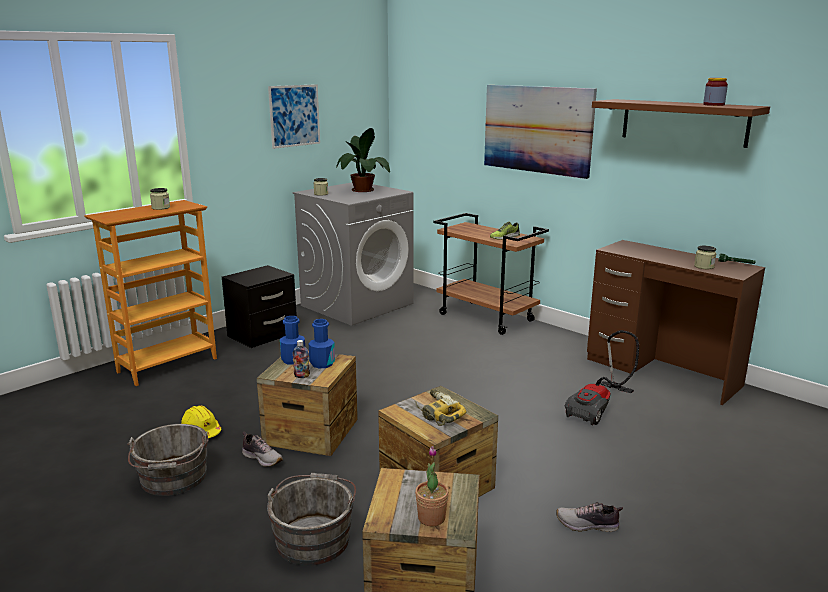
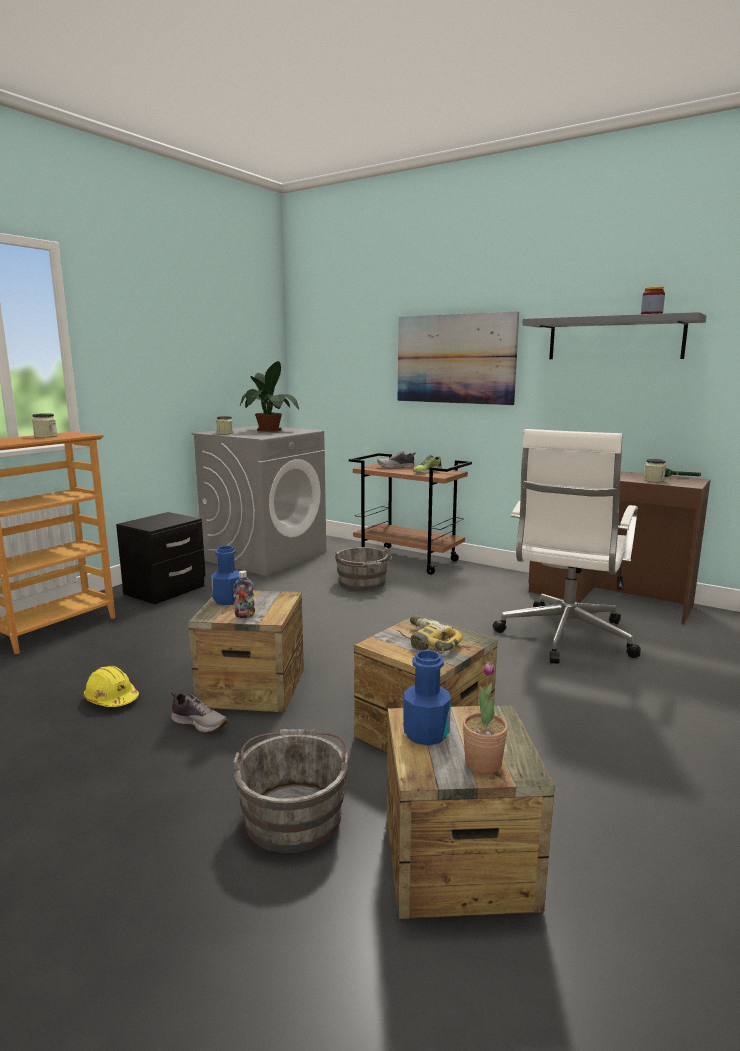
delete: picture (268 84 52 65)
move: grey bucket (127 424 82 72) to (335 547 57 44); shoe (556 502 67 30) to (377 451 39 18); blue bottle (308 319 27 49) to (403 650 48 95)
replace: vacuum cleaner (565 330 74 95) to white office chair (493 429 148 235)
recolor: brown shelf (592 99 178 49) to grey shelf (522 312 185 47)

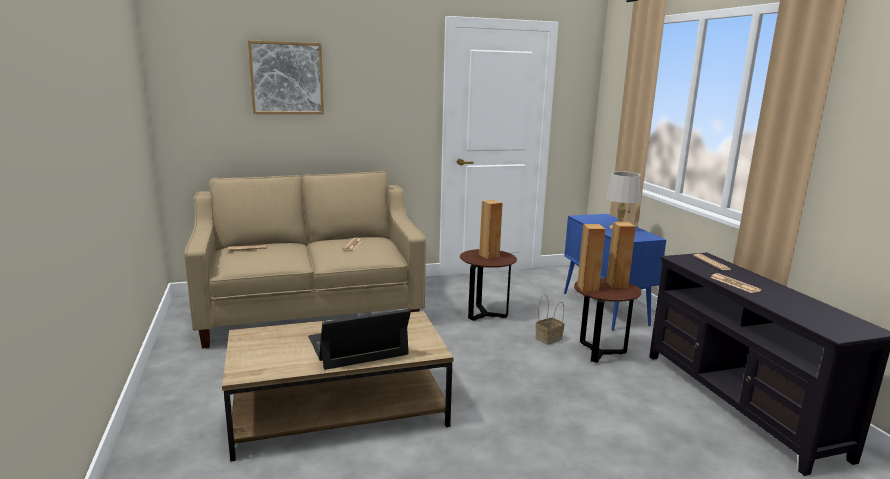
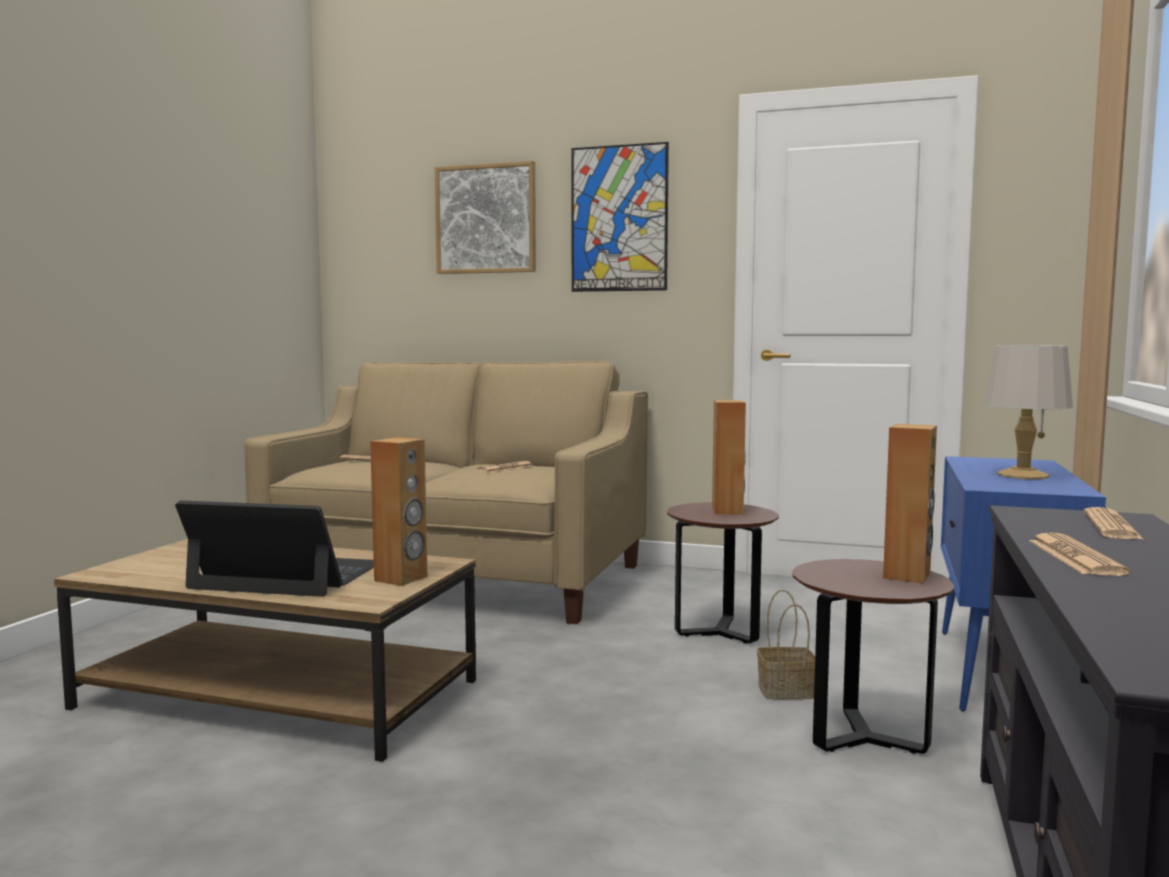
insert: picture (571 142 98 150)
move: brown speaker (577 224 29 68) to (370 437 58 149)

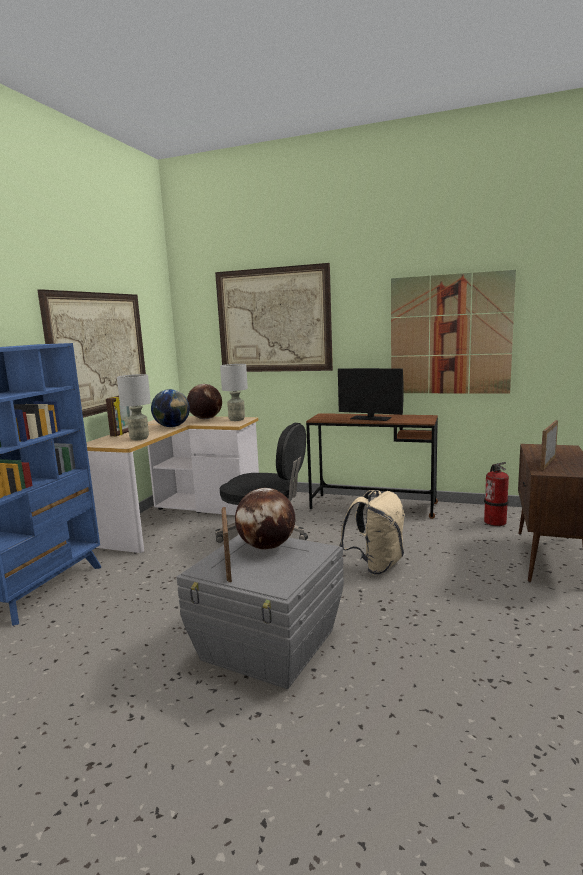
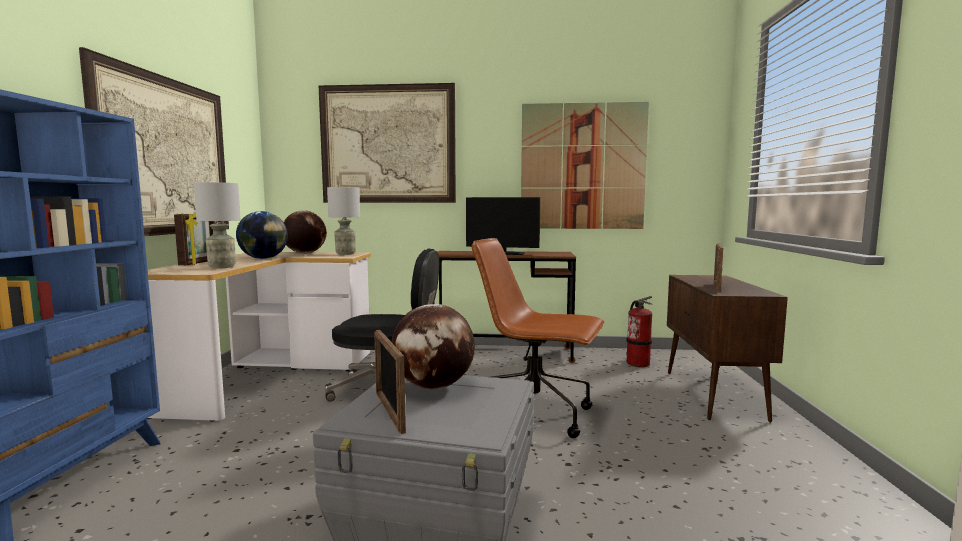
replace: beige backpack (339 490 66 85) to brown office chair (472 238 133 200)

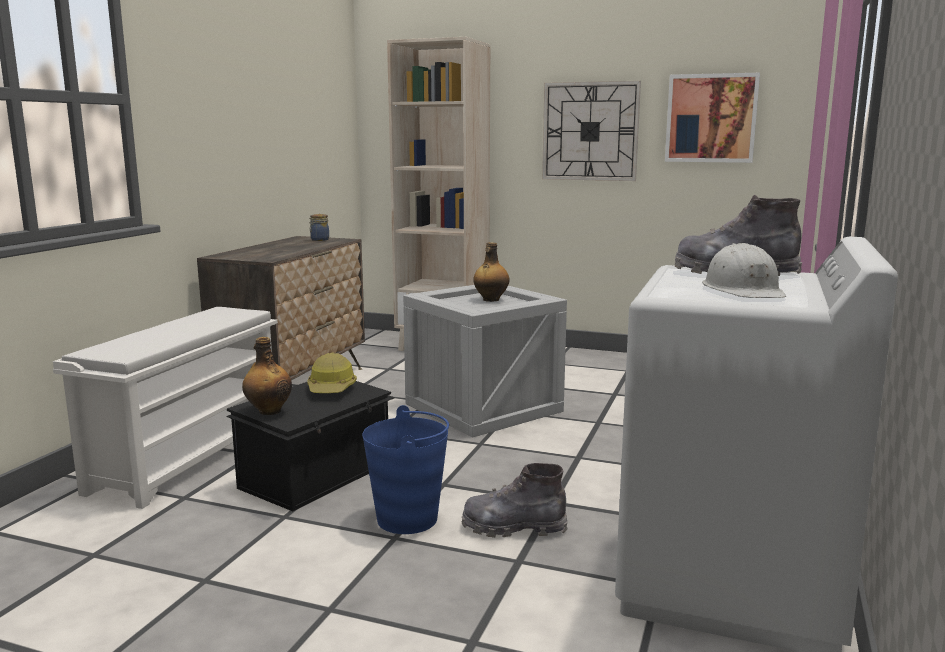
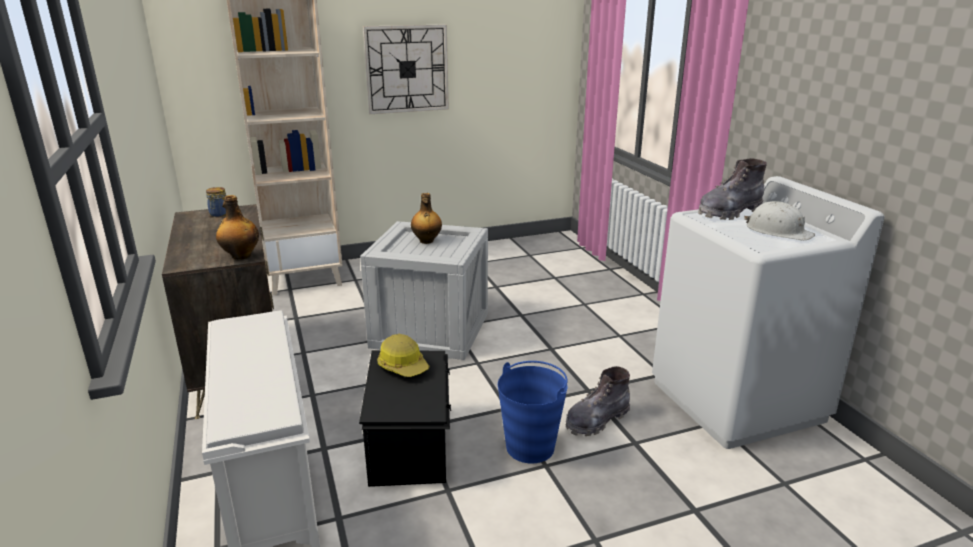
delete: picture (665 73 95 90)
move: bottle (242 337 50 78) to (216 195 43 65)

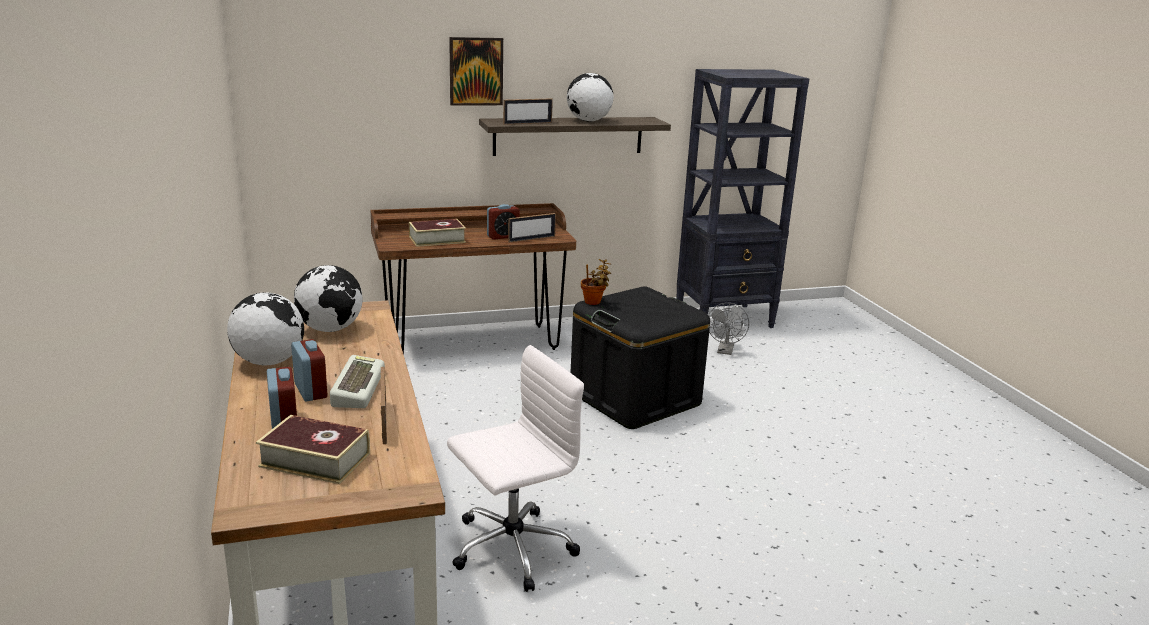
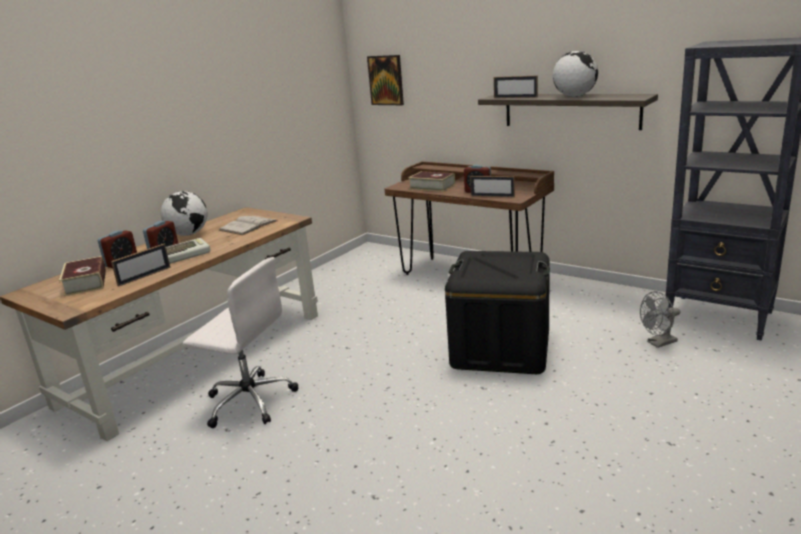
delete: potted plant (581 259 30 46)
move: picture (449 37 54 69) to (367 55 37 50)
replace: globe (294 265 69 67) to white book (218 216 59 19)

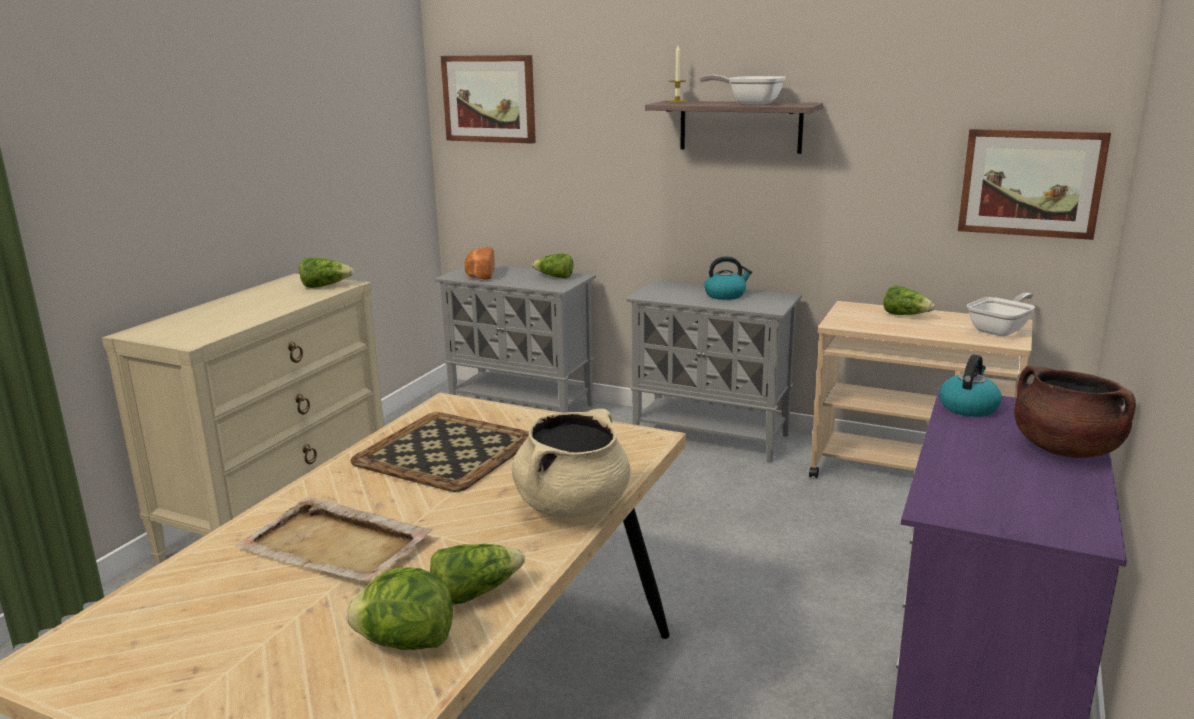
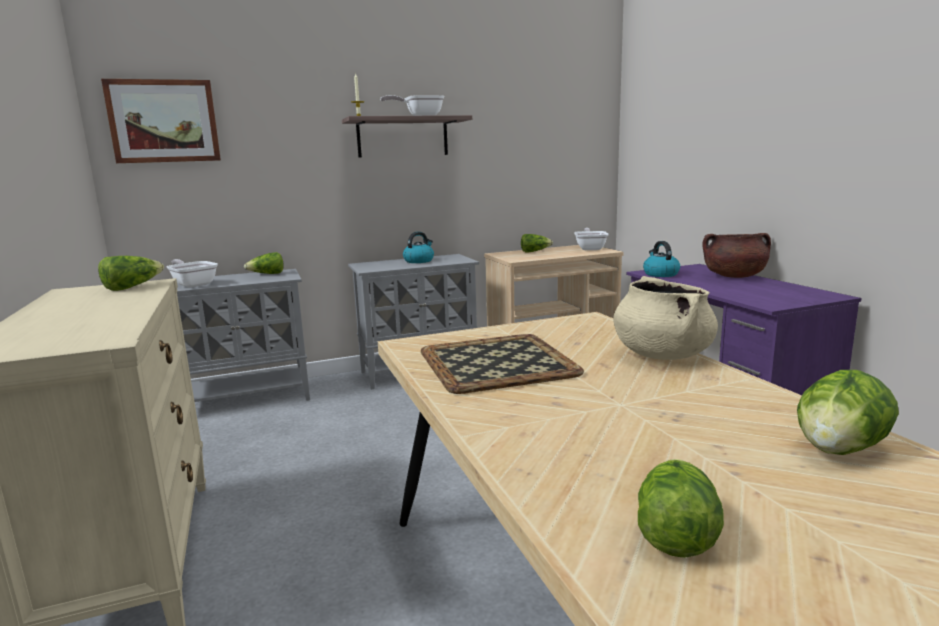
delete: beige tray (235 497 198 85); picture (958 129 153 111)
move: lettuce (430 544 95 61) to (638 459 86 99)
replace: bread (464 247 31 33) to frying pan (167 259 51 29)

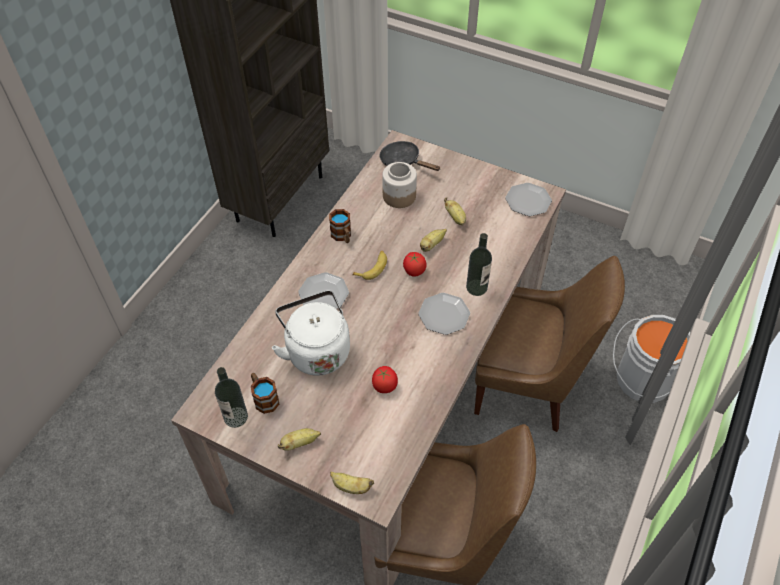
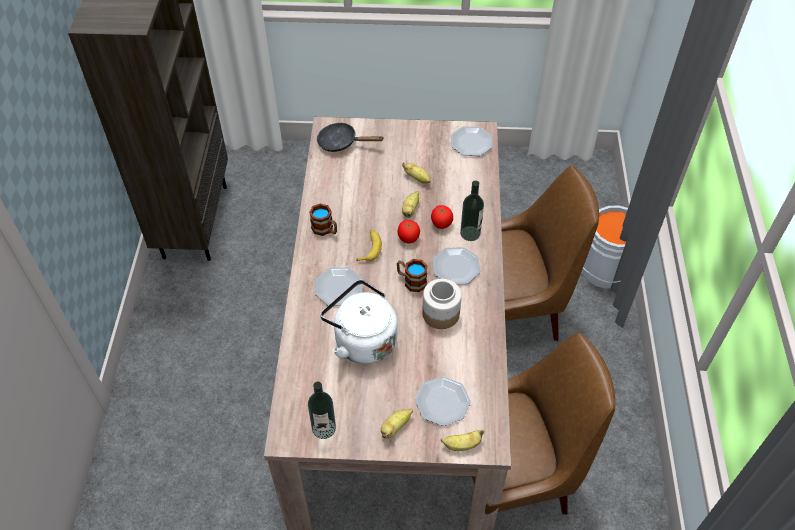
insert: plate (415 377 55 49)
move: mug (251 373 28 41) to (397 259 31 33); jar (382 162 35 46) to (422 279 40 50); tomato (372 366 26 27) to (431 205 22 24)

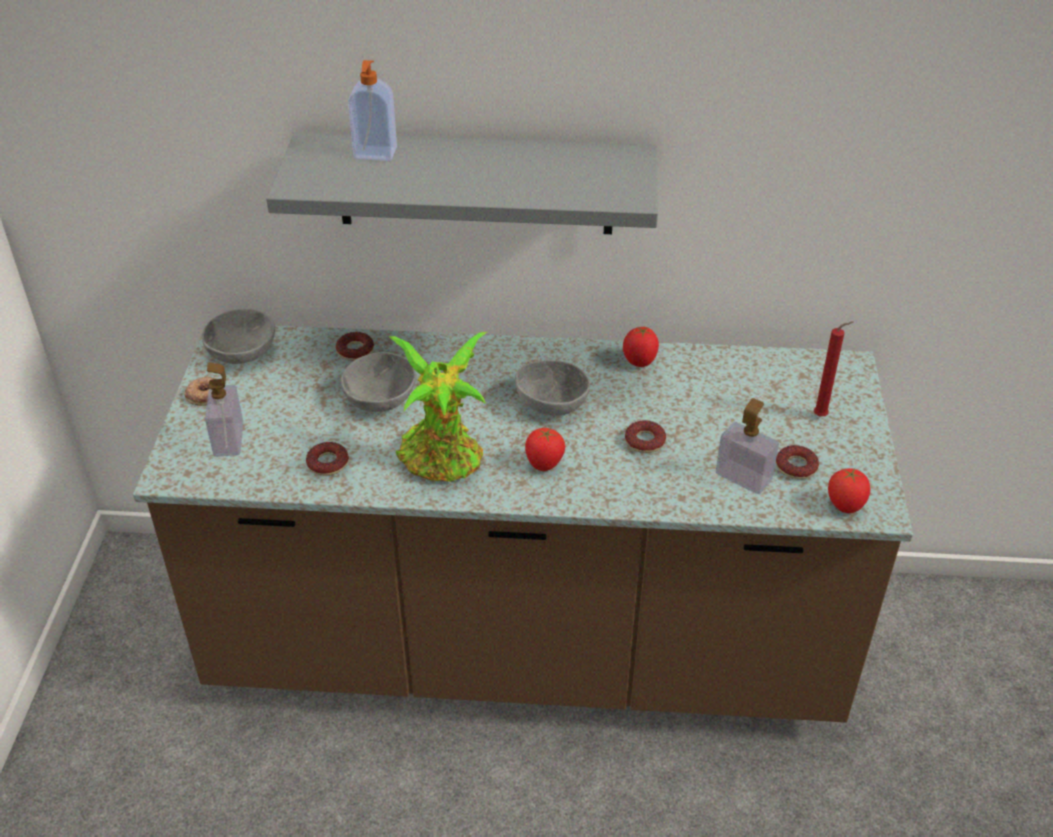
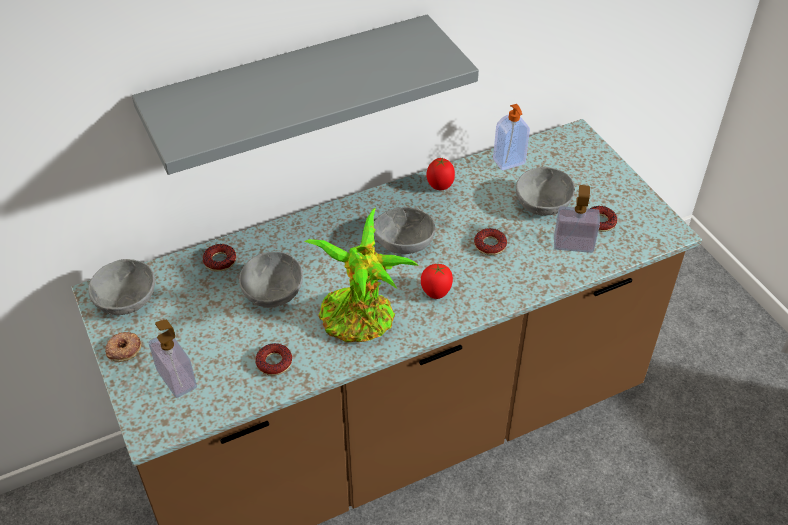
delete: red candle (814 321 39 96); tomato (828 468 42 45)
insert: grey bowl (516 167 59 48)
move: soap dispenser (348 60 49 101) to (493 104 37 66)

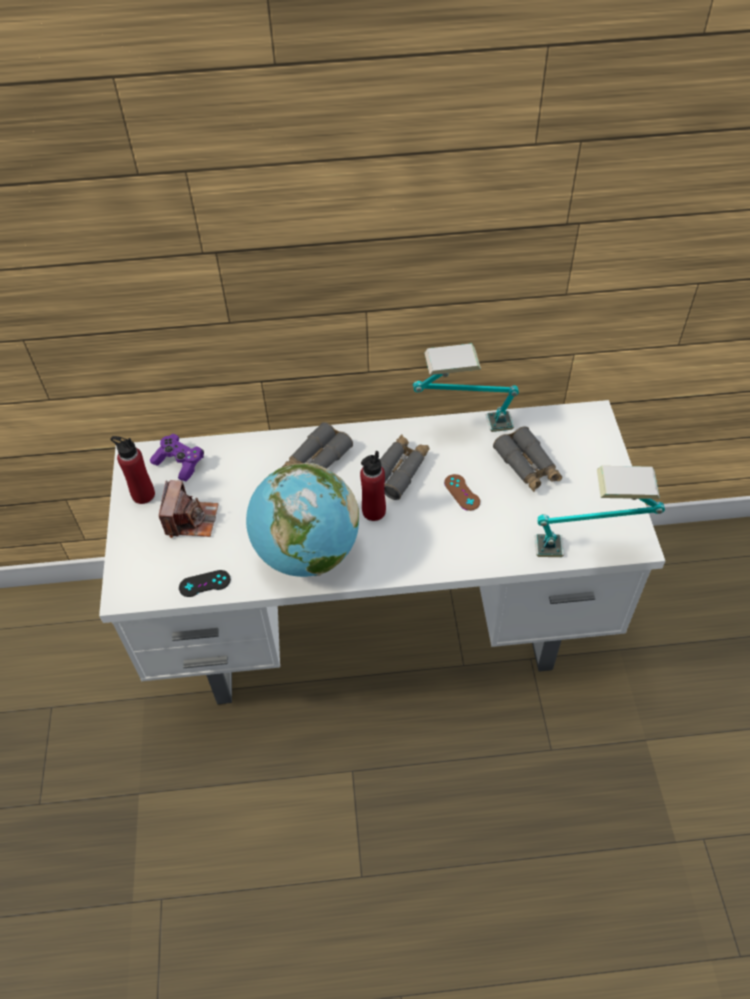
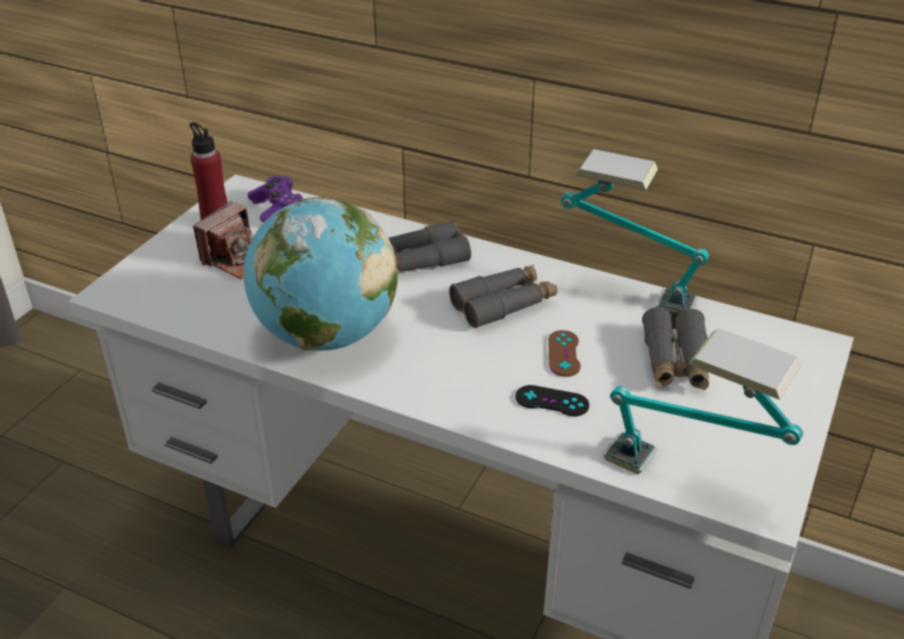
delete: red bottle (360 451 26 70)
move: black game controller (179 570 52 27) to (515 385 74 31)

